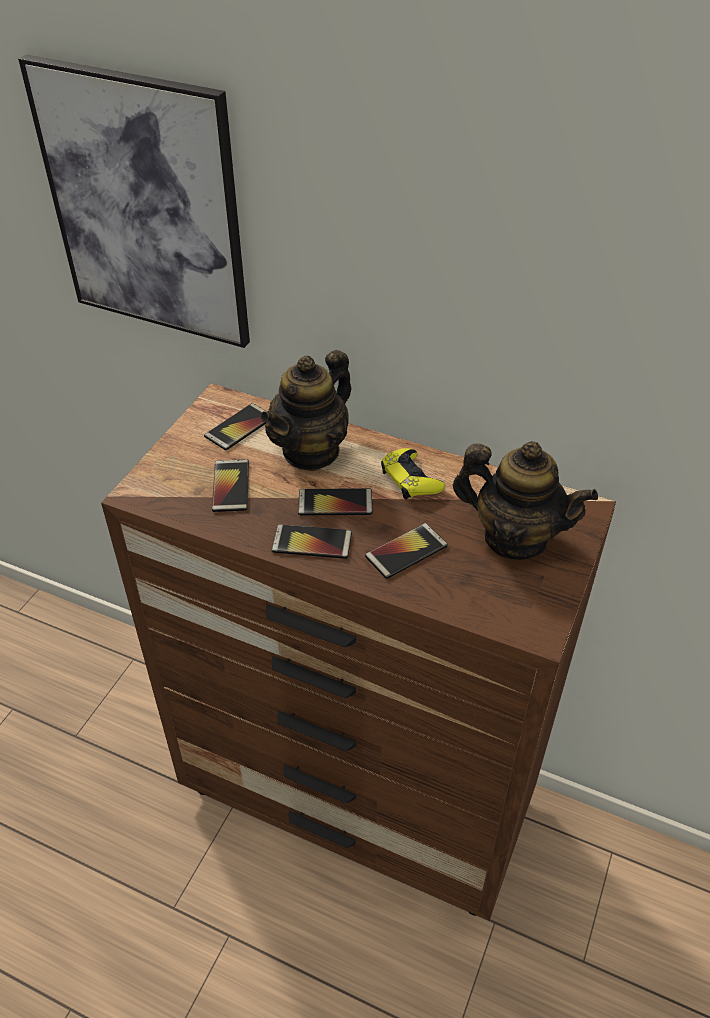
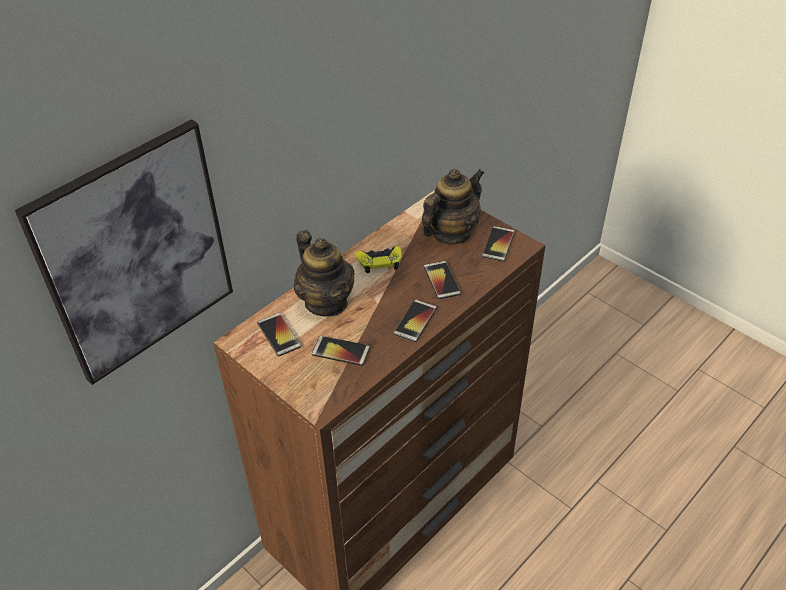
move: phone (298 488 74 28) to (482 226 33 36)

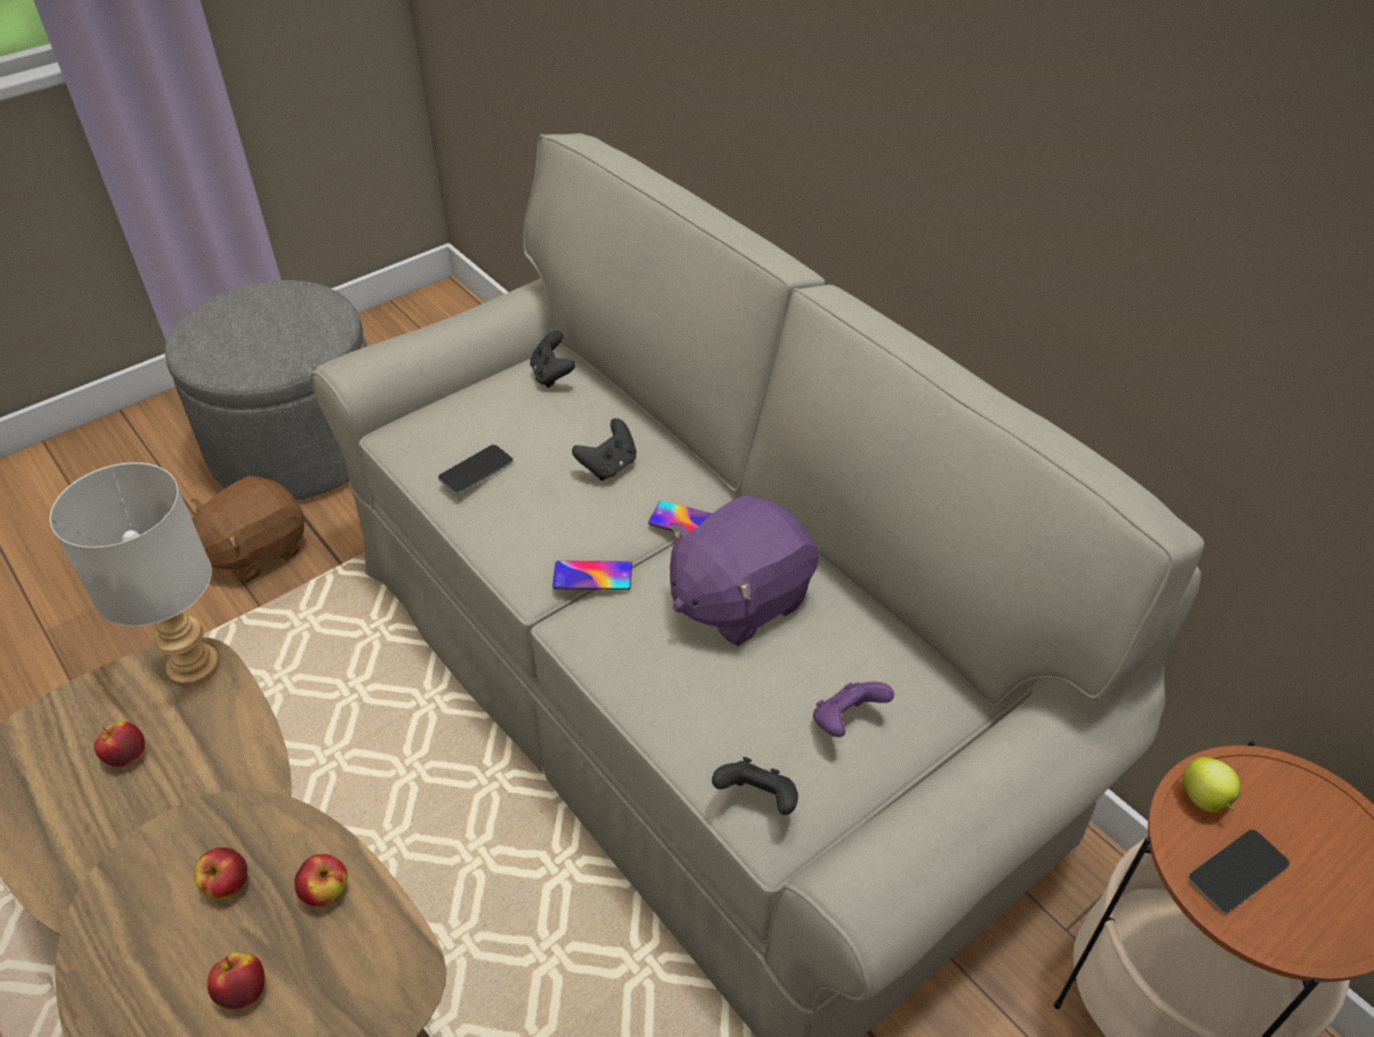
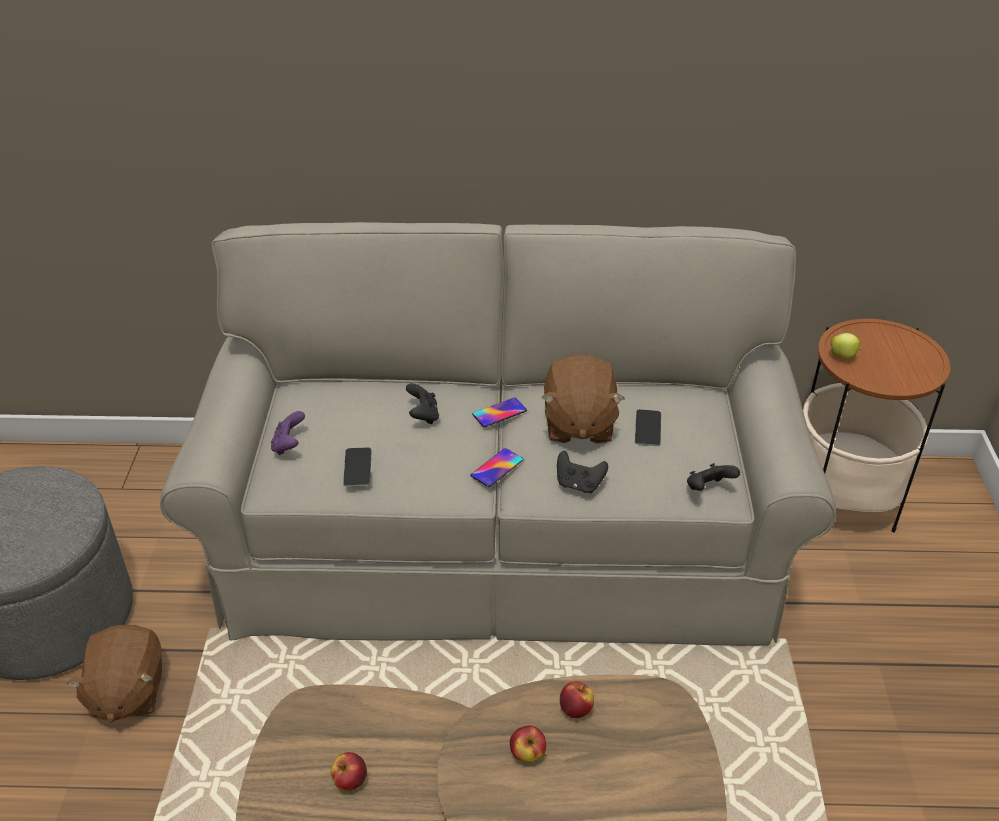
delete: grey table lamp (50 462 170 224); apple (208 952 57 57)
move: purple game controller (813 682 81 55) to (271 411 34 44); black game controller (530 331 45 57) to (557 451 51 42); phone (1189 830 100 83) to (635 409 26 37)
recolor: purple plush toy (670 495 149 151) to brown plush toy (542 354 83 89)

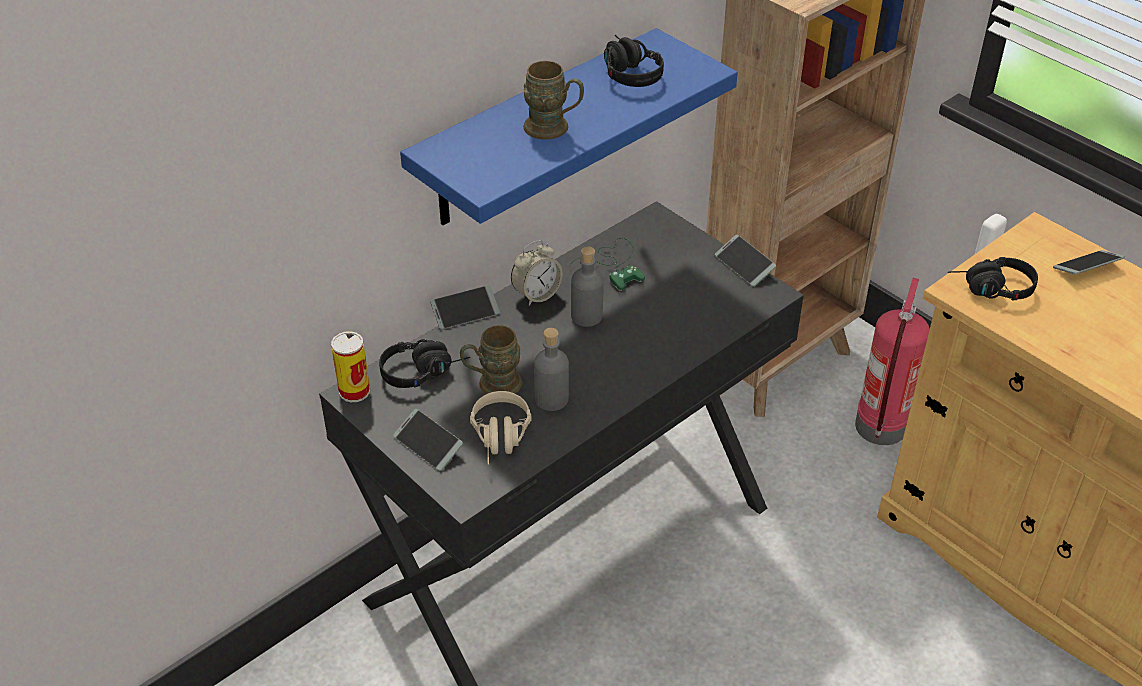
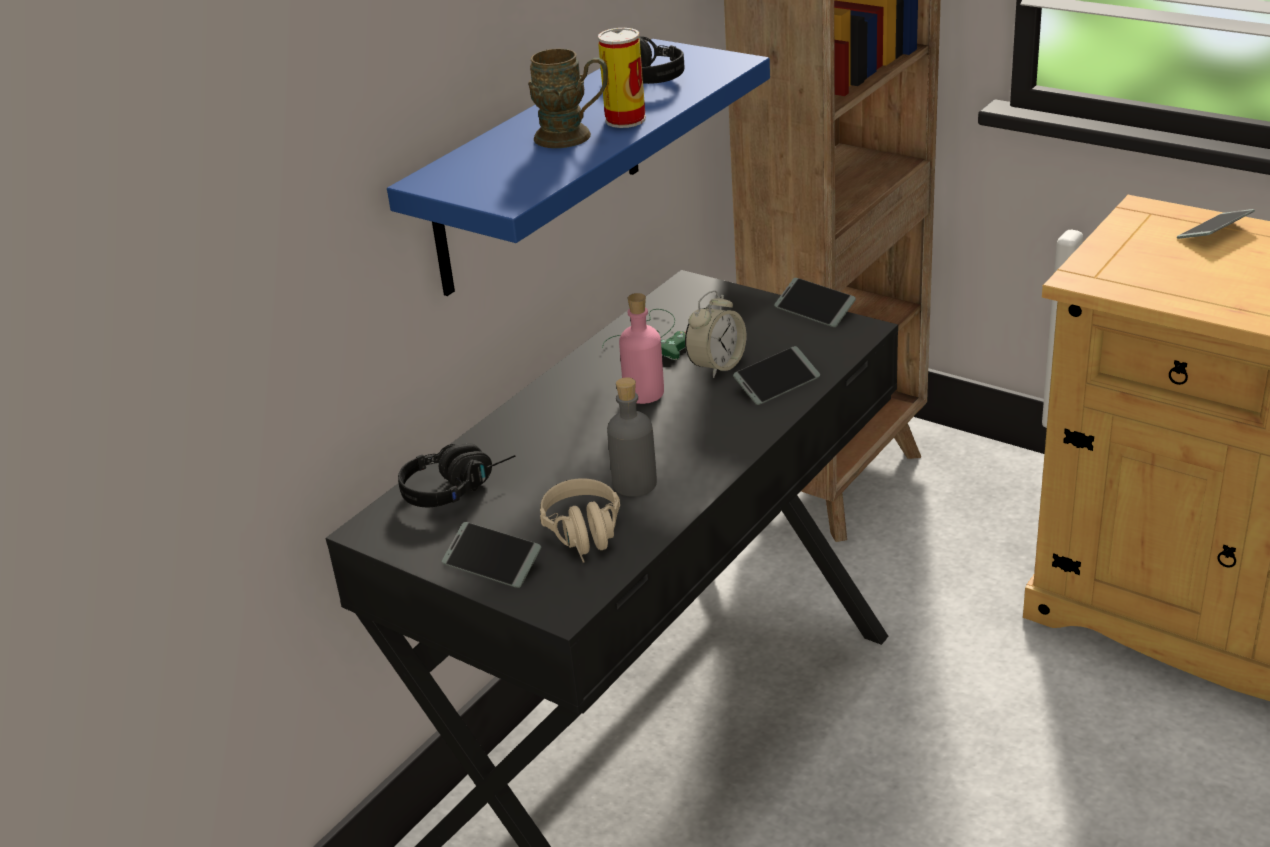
delete: brown mug (460 325 63 69); fire extinguisher (855 278 75 167); black headphones (948 257 90 43)
move: can (331 331 39 71) to (598 28 48 100); alarm clock (511 240 52 66) to (685 290 61 88); phone (430 285 70 45) to (733 346 87 59)
recolor: grey bottle (571 246 33 81) to pink bottle (619 293 45 111)

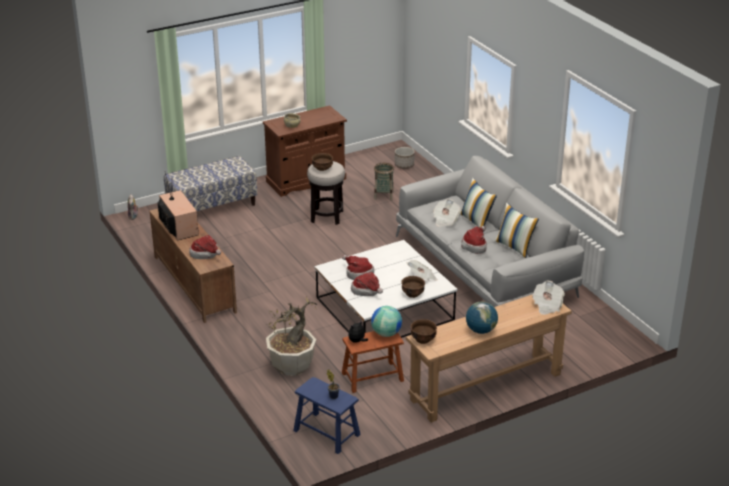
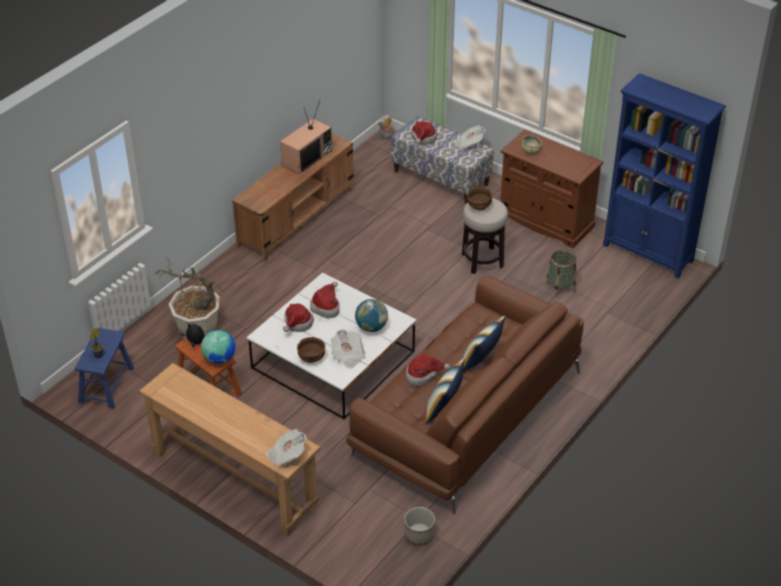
delete: brown bowl (411 319 26 25)
insert: blue bookcase (603 73 123 205)
move: globe (466 302 32 32) to (355 299 33 33); planter (395 147 20 22) to (404 507 31 38); hat (189 235 32 24) to (411 121 26 24); newspaper (433 199 28 28) to (454 125 32 25)
recolor: grey sofa (396 156 188 151) to brown sofa (346 276 238 238)

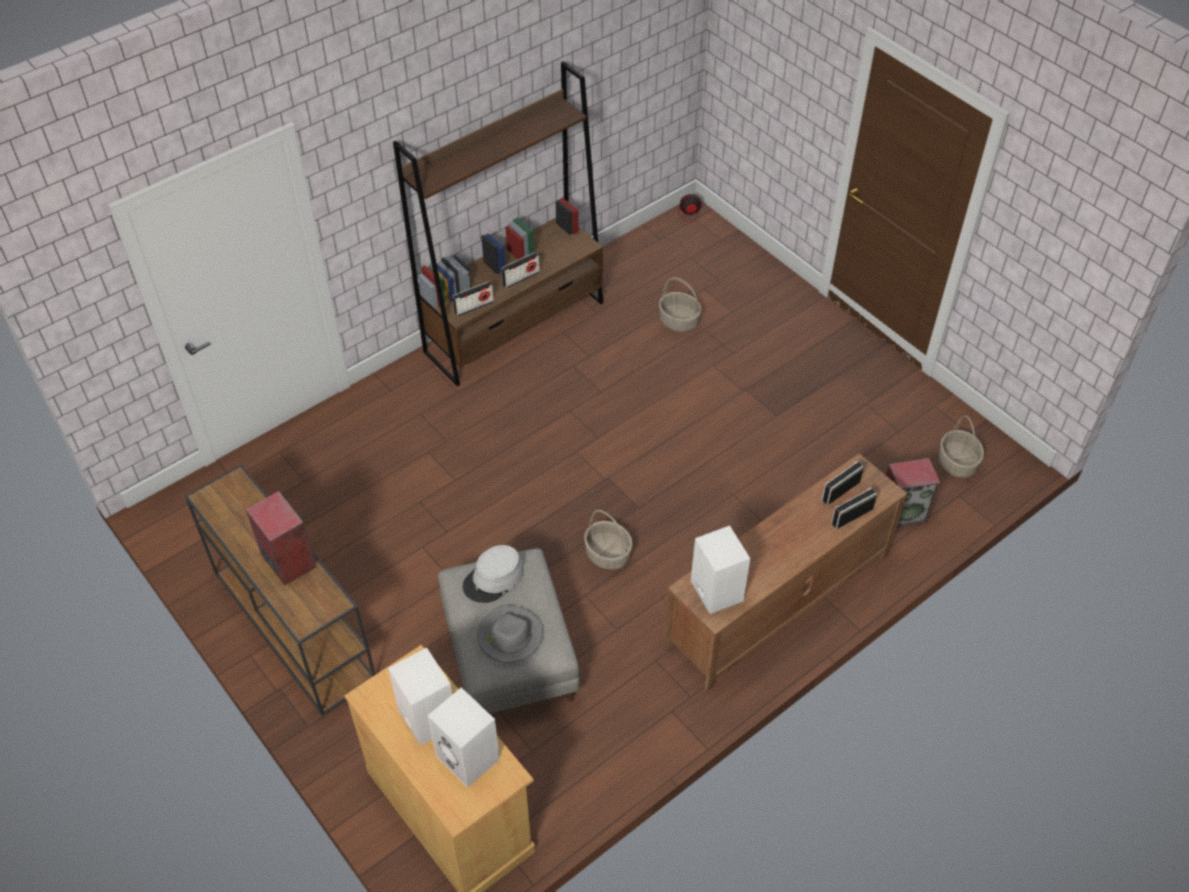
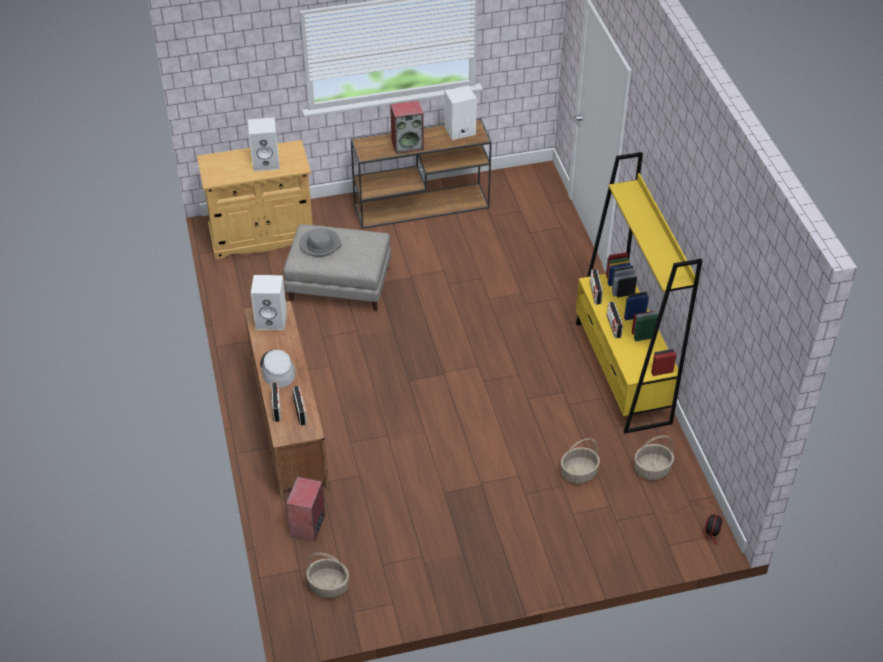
move: grey hat (463 545 61 58) to (260 350 35 38); white speaker (428 687 72 101) to (444 85 33 55); basket (584 510 49 60) to (635 435 39 45)
recolor: brown bookcase (393 61 210 326) to yellow bookcase (576 152 127 281)

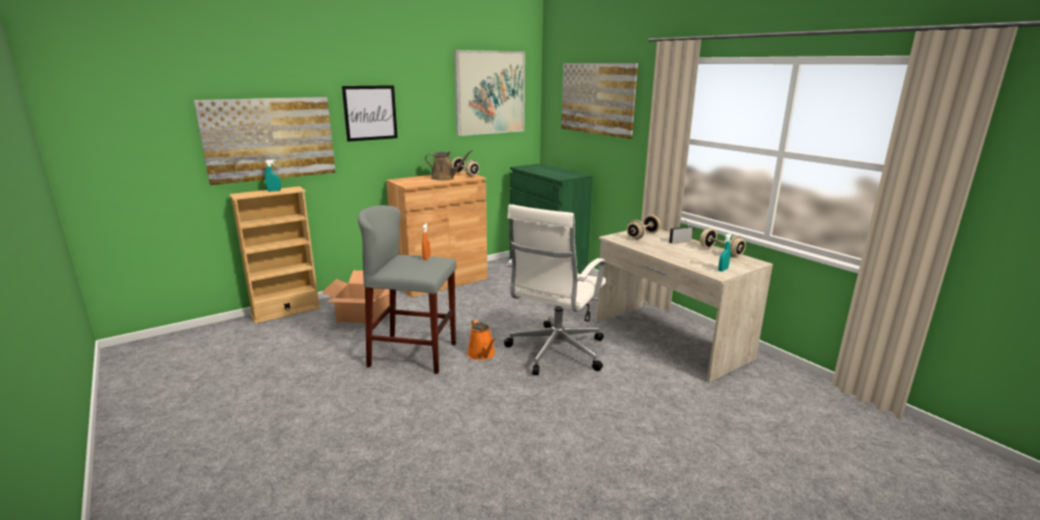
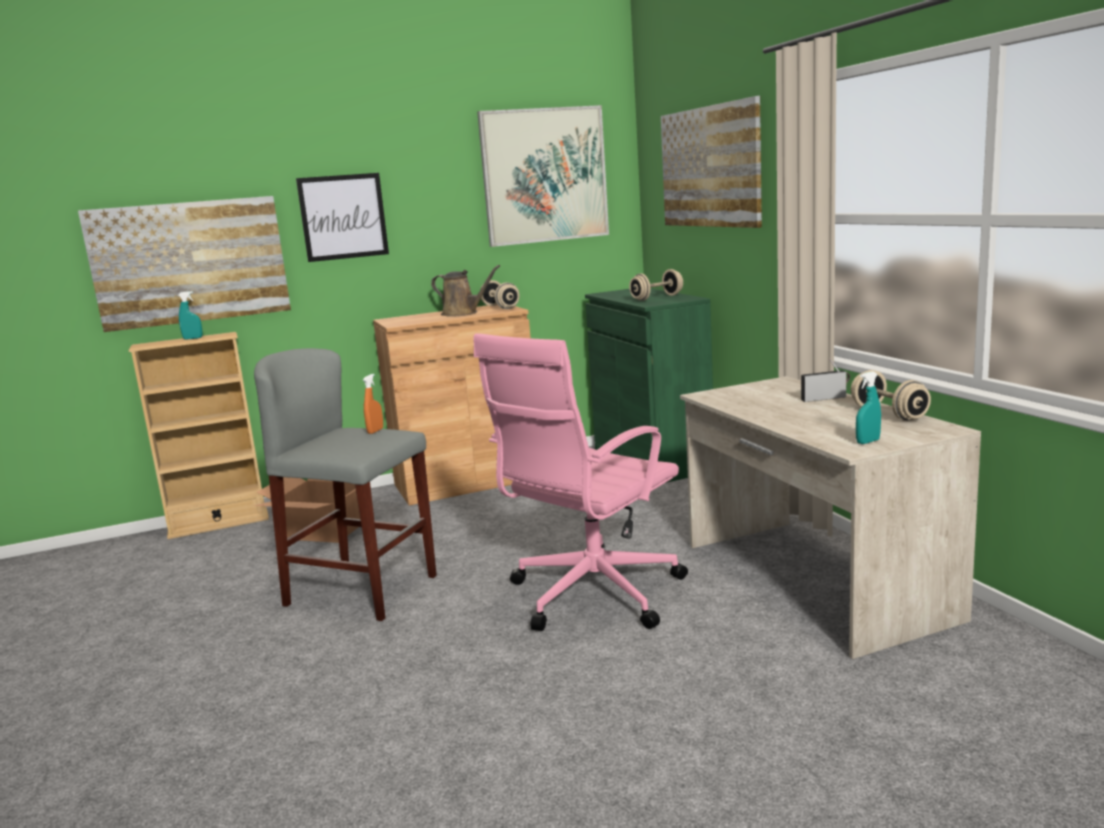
delete: orange watering can (467 319 29 41)
move: beige dumbbell (627 215 34 24) to (629 269 54 32)
recolor: white office chair (504 204 102 171) to pink office chair (473 333 215 298)

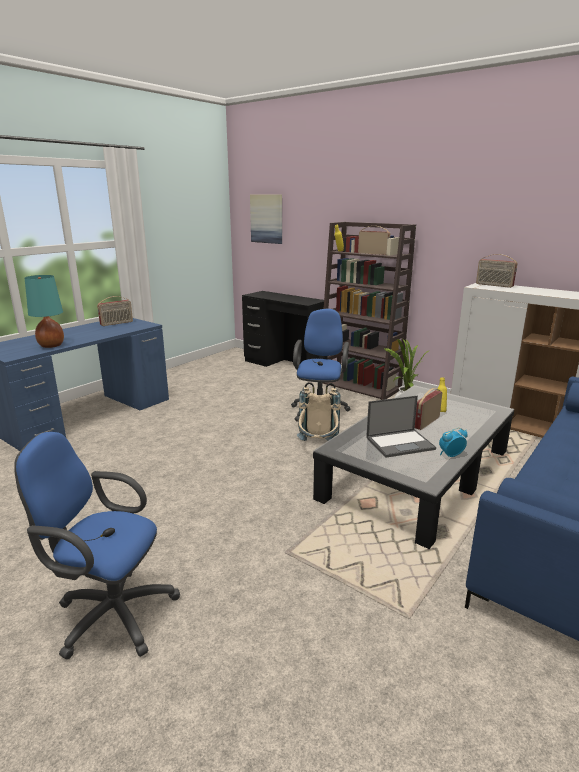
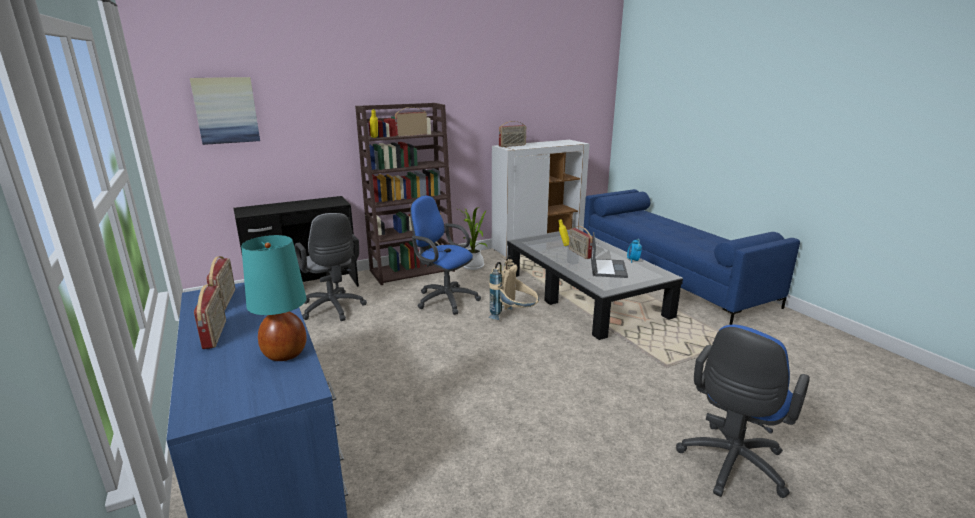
insert: radio (194 284 32 65); grey office chair (294 213 73 108)

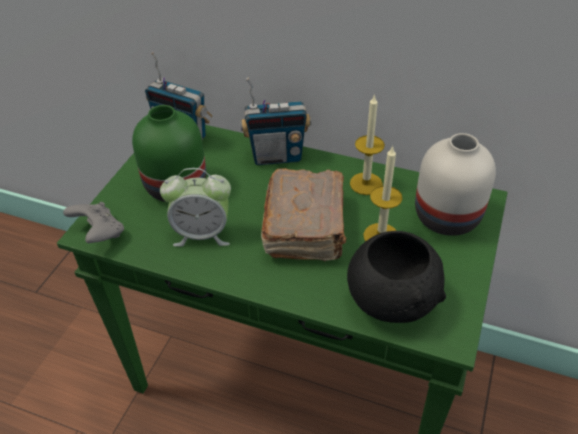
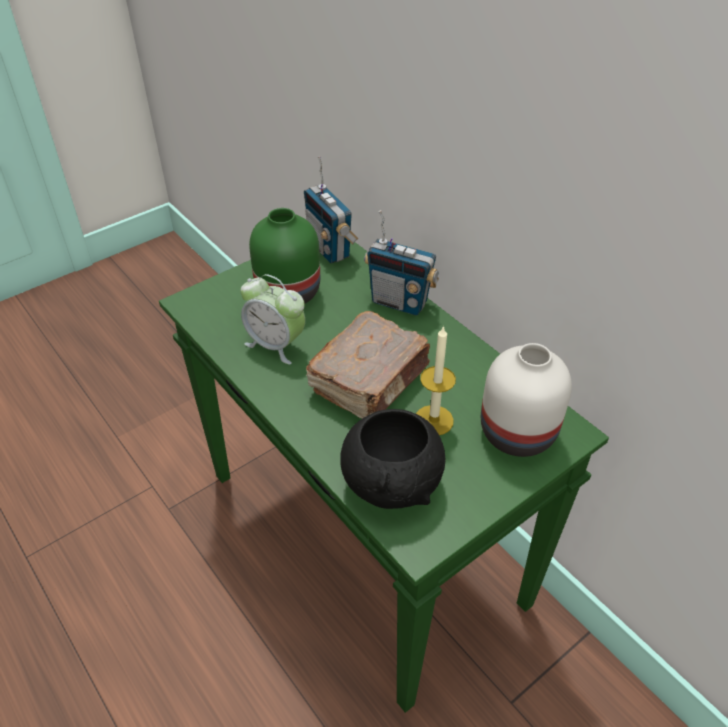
delete: grey game controller (63 202 61 41); candle (350 94 35 101)

